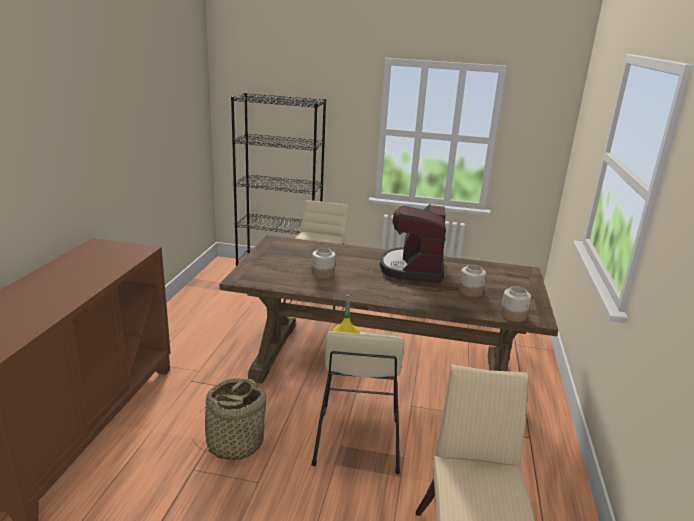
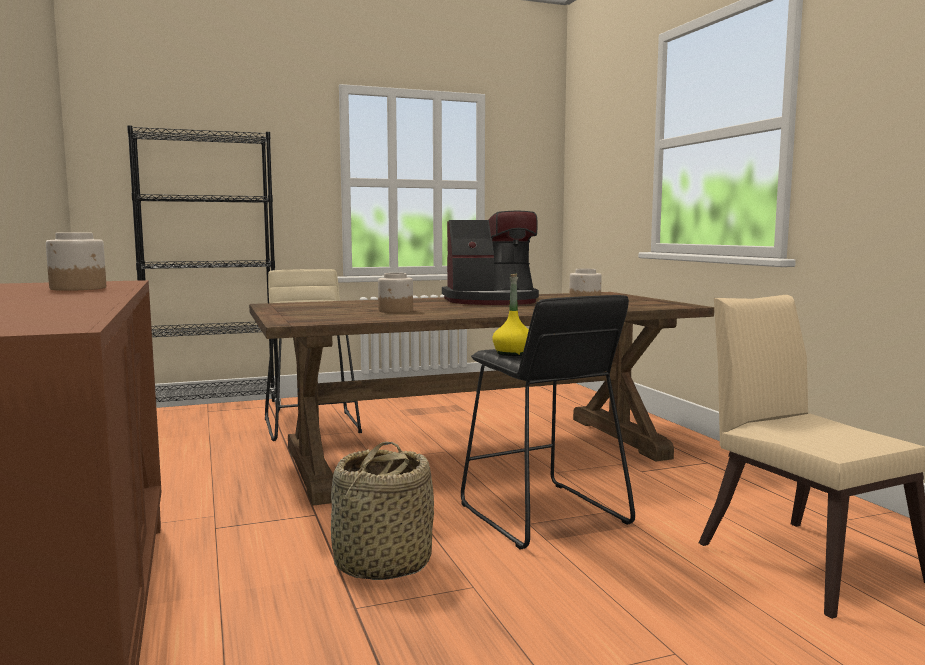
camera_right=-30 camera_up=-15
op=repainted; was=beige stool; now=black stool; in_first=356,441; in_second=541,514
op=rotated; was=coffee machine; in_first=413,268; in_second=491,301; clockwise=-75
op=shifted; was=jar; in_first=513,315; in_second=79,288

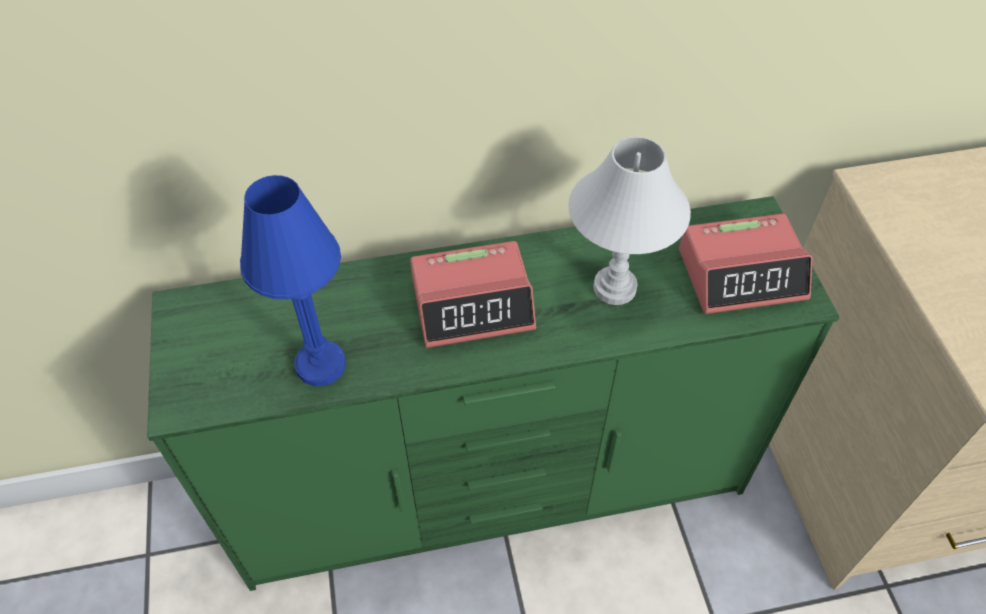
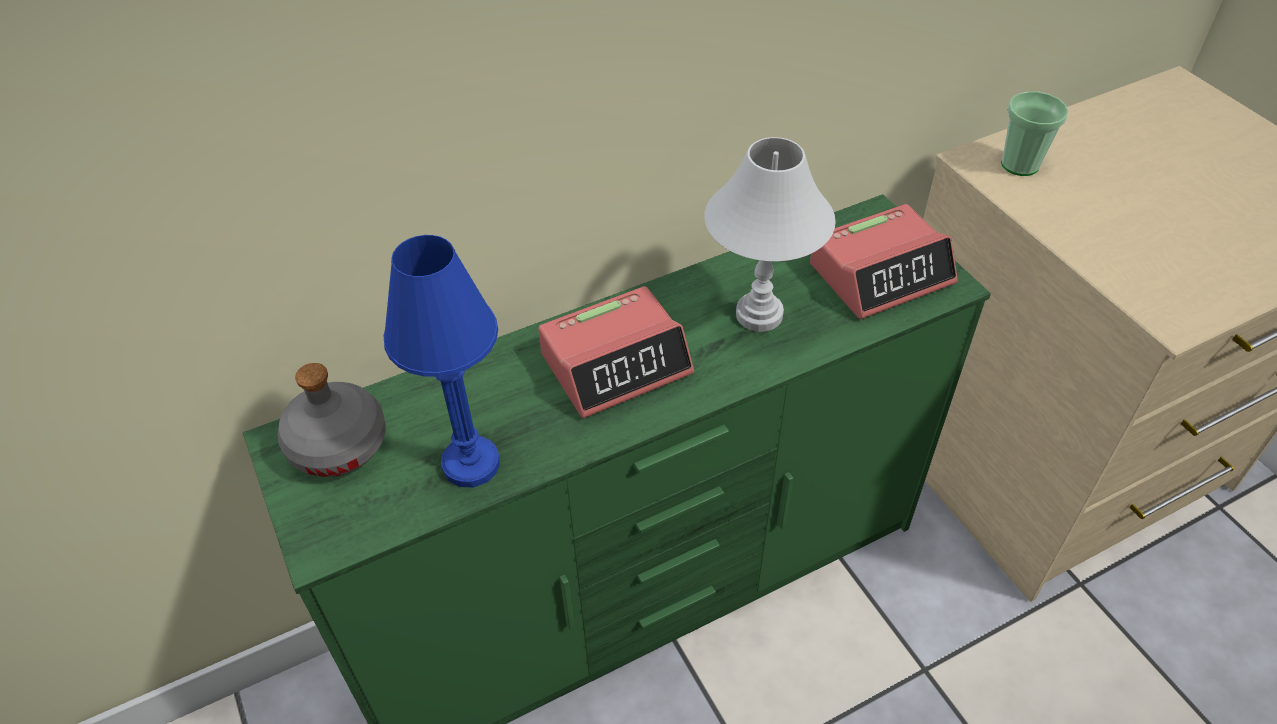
camera_right=-15 camera_up=-5
op=new; now=grey bottle; in_second=338,444
op=new; now=cup; in_second=1019,164

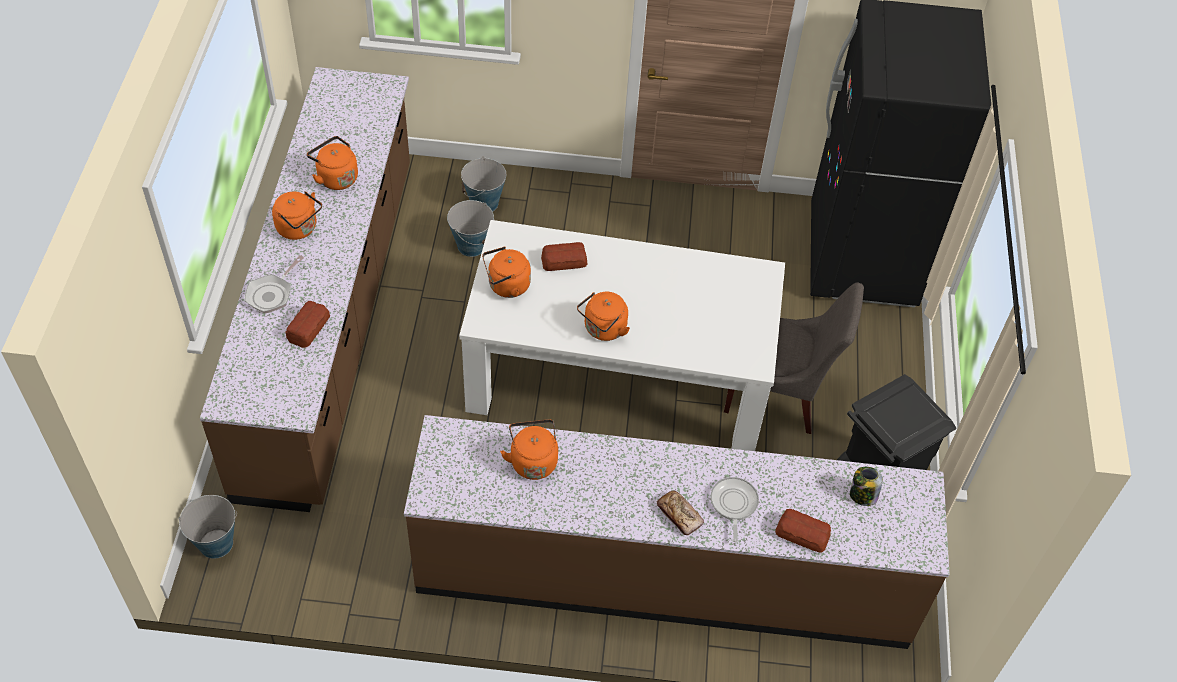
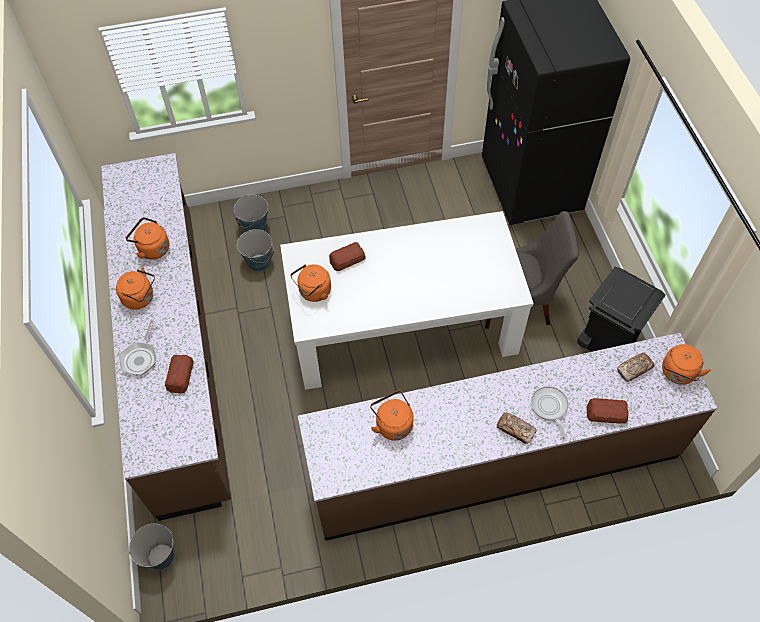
camera_right=-15 camera_up=5
op=shifted; was=orange kettle; in_first=603,329; in_second=677,374
op=swapped; was=jar; now=bread; in_first=862,495; in_second=634,369

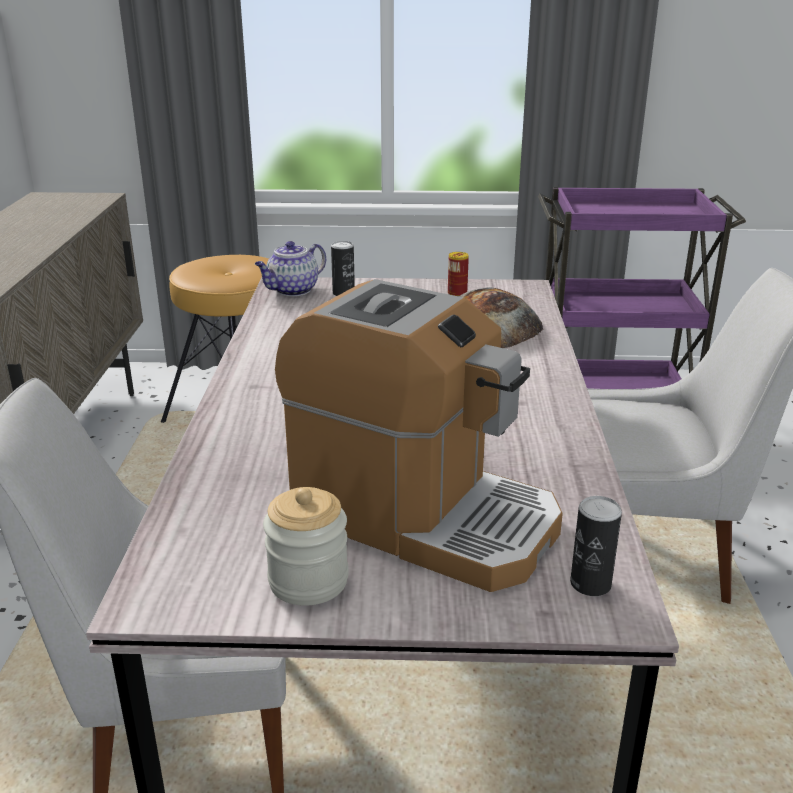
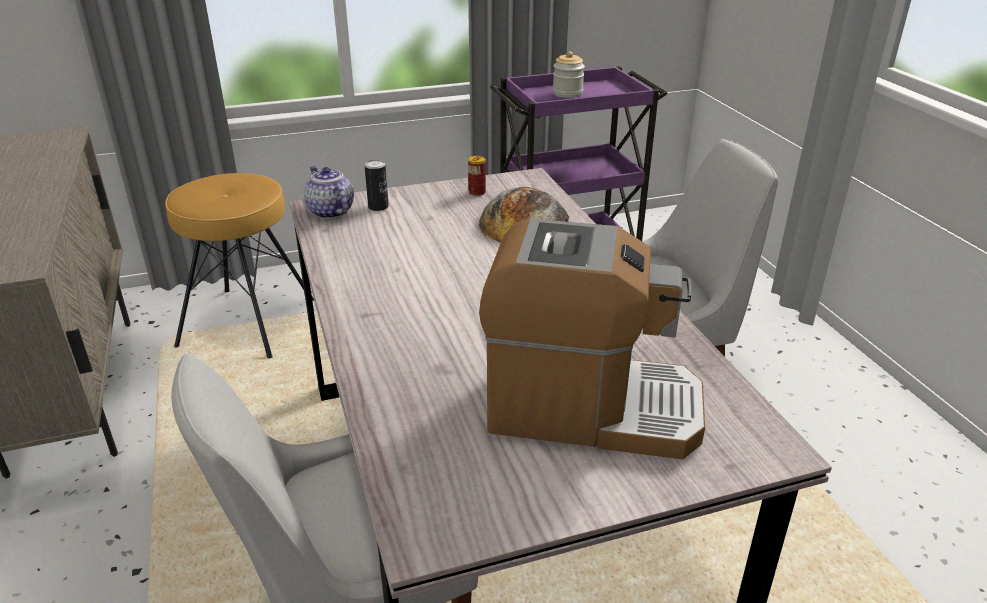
camera_right=-20 camera_up=5
op=rotated; was=teapot; in_first=292,291; in_second=330,211; clockwise=120
op=shifted; was=jar; in_first=308,581; in_second=567,93
op=gone; was=can; in_first=590,584

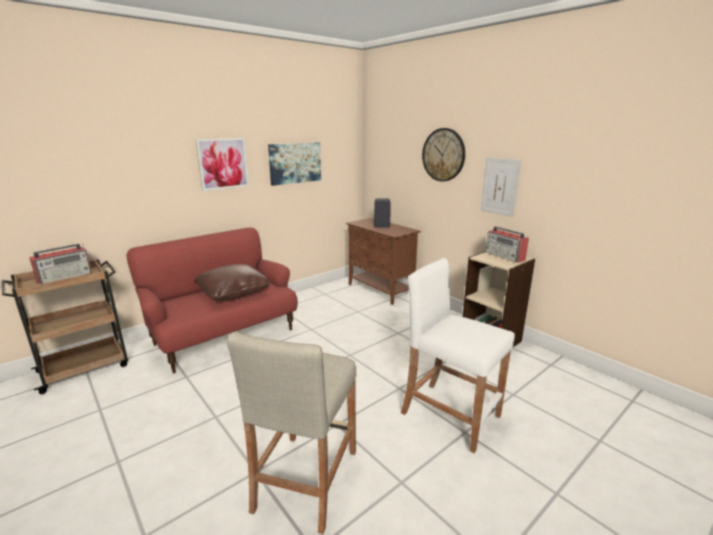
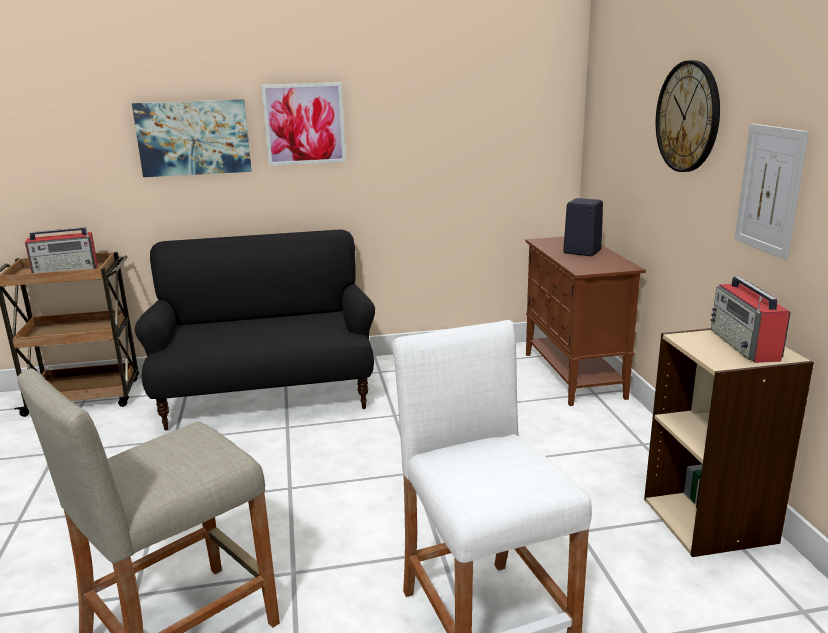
camera_right=30 camera_up=0
op=repainted; was=red sofa; now=black sofa; in_first=223,336; in_second=267,395
op=gone; was=brown pillow; in_first=233,293
op=shifted; was=picture; in_first=295,163; in_second=194,138

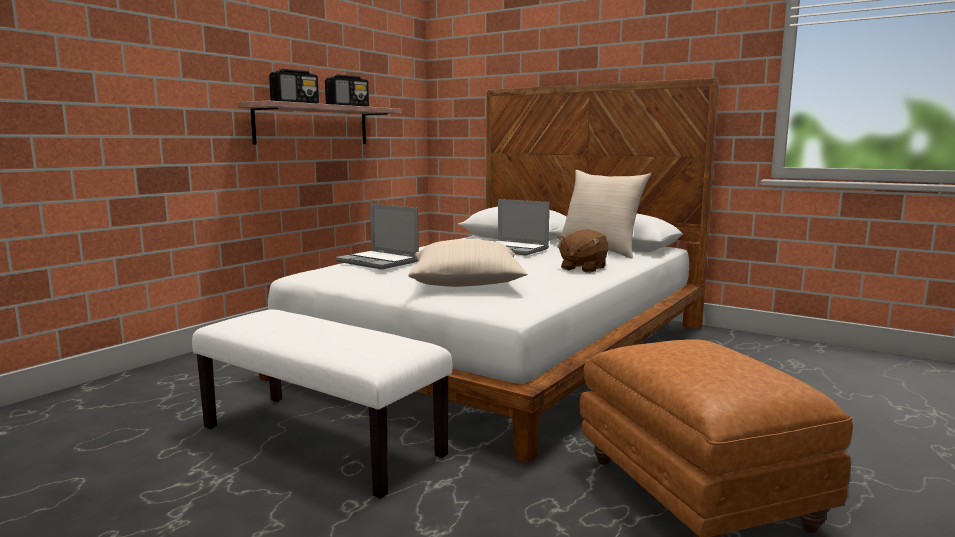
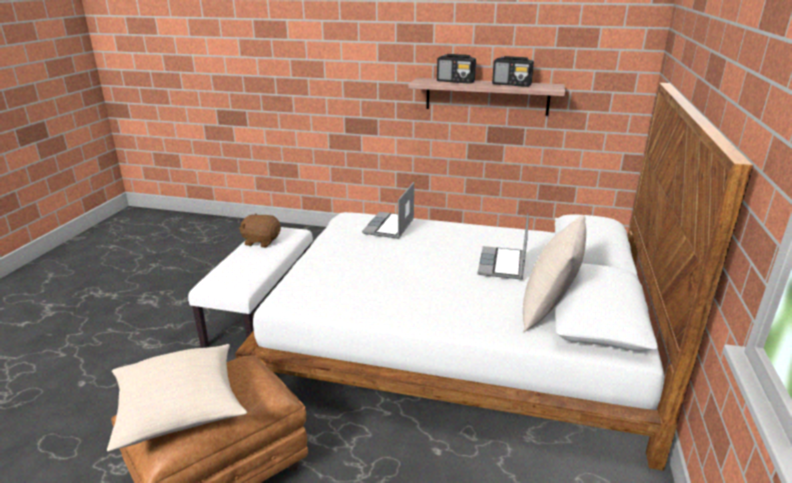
camera_right=70 camera_up=15
op=shifted; was=beige pillow; in_first=466,284; in_second=179,408
op=shifted; was=brown plush toy; in_first=582,268; in_second=261,241

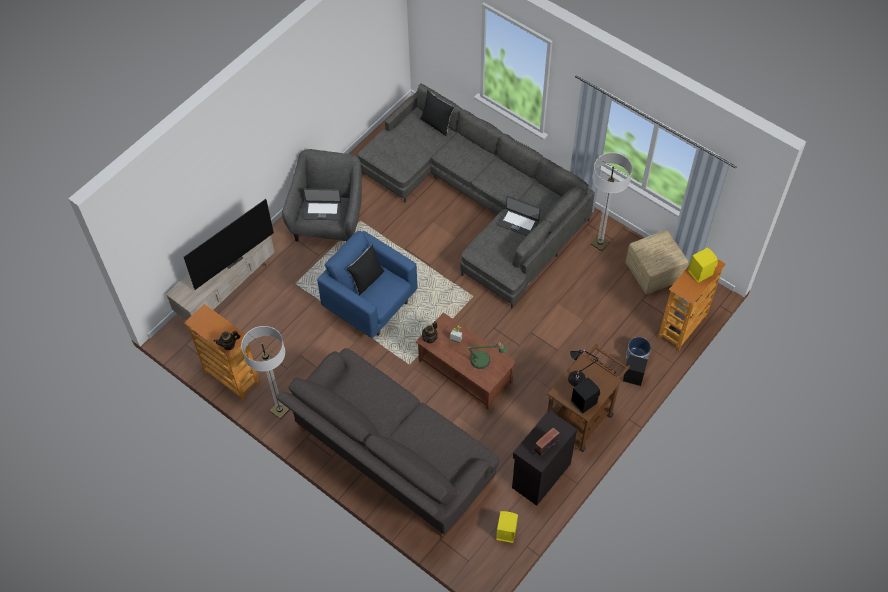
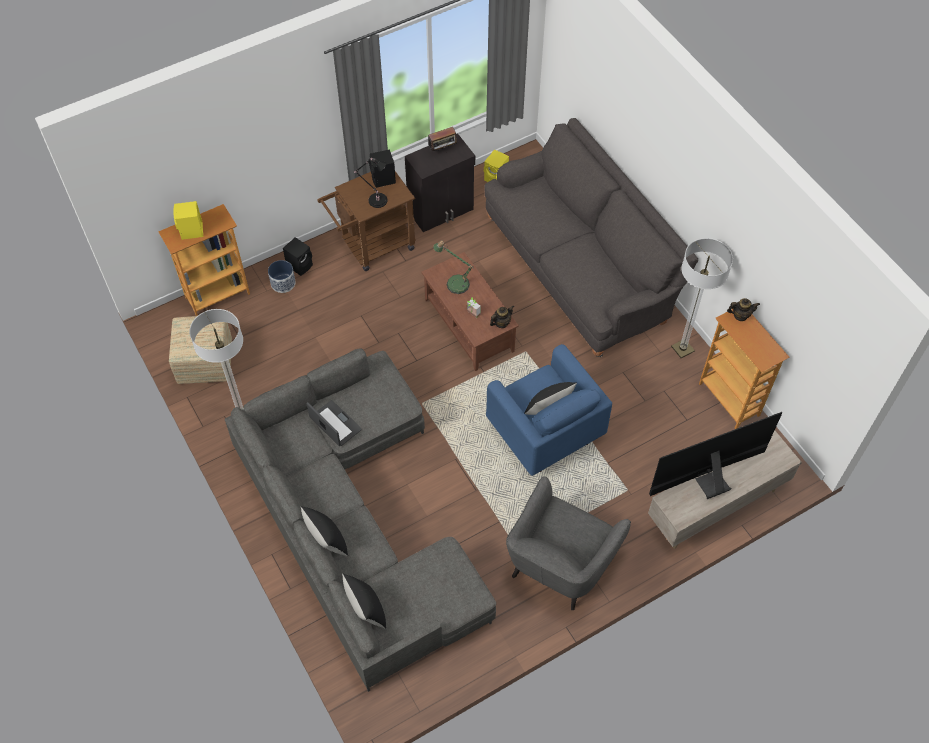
camera_right=-160 camera_up=0
op=gone; was=laptop; in_first=322,210
op=new; now=black pillow; in_second=327,541

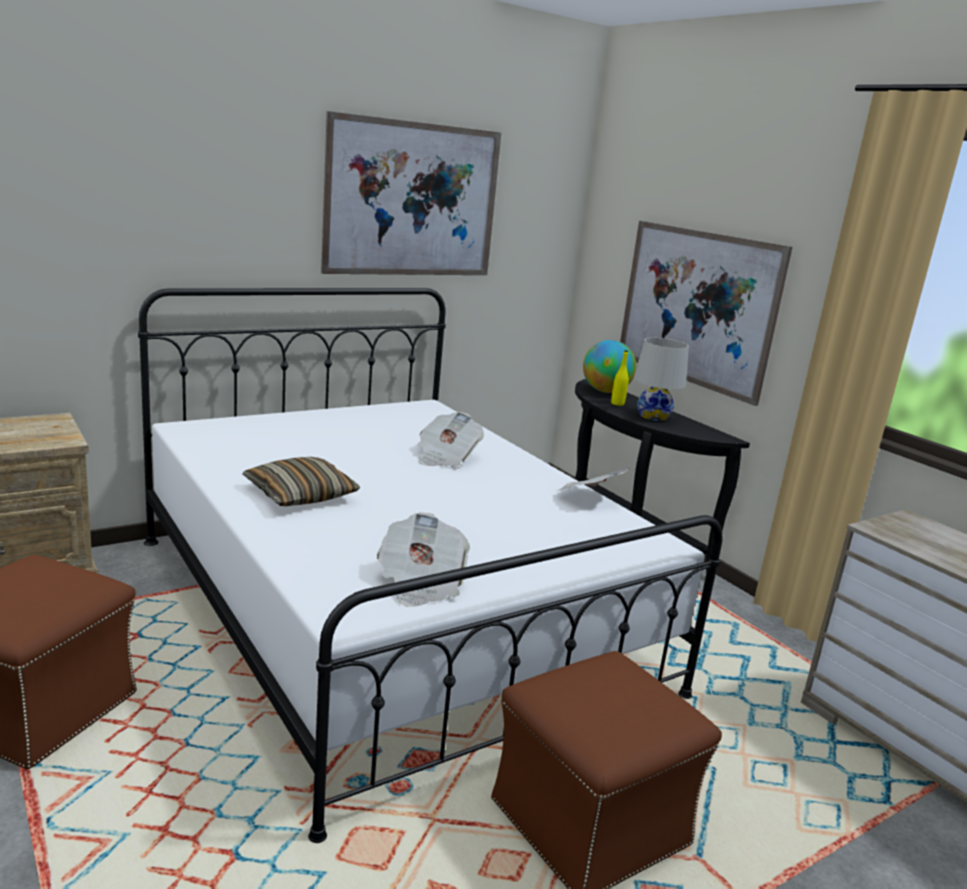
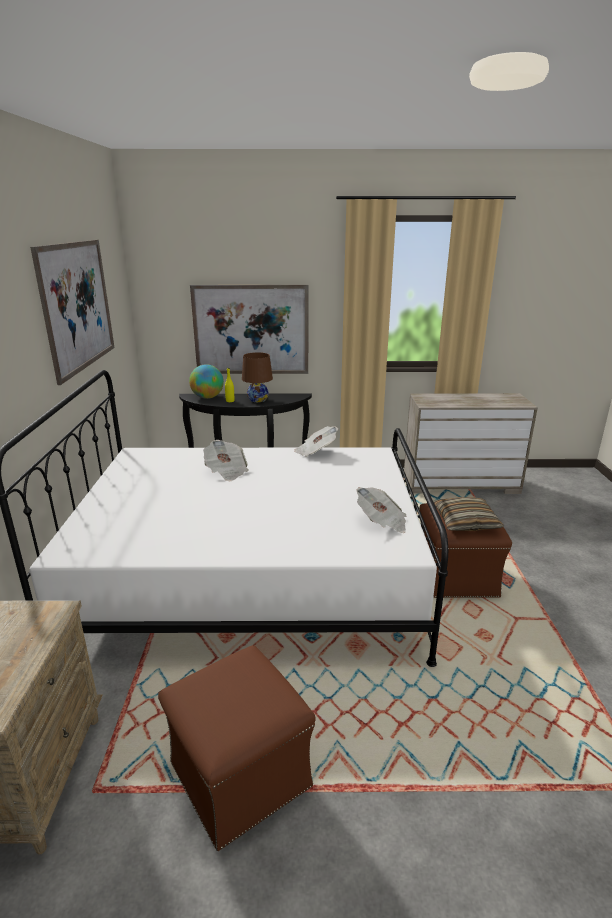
camera_right=-55 camera_up=5
op=shifted; was=pillow; in_first=300,494; in_second=465,522
op=repainted; was=white table lamp; now=brown table lamp; in_first=653,416; in_second=258,399

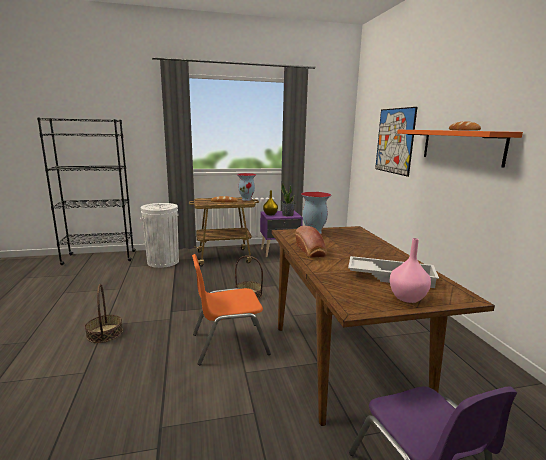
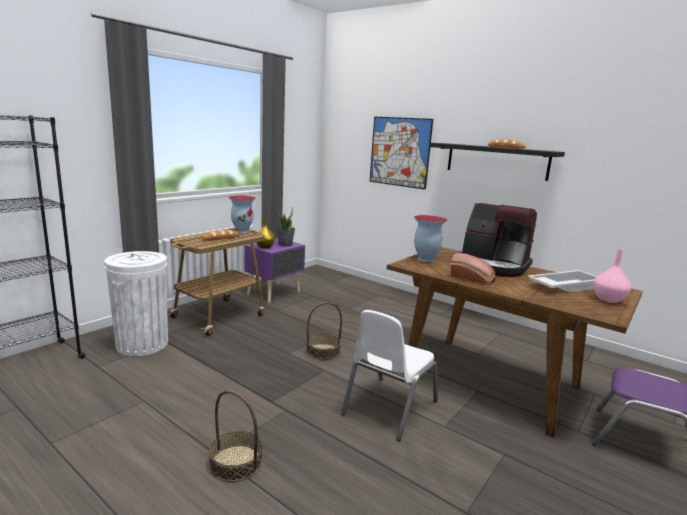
camera_right=-40 camera_up=0
op=repainted; was=orange chair; now=white chair; in_first=229,343; in_second=389,407
op=repainted; was=orange shelf; now=black shelf; in_first=461,146; in_second=496,161
op=new; now=coffee machine; in_second=493,266

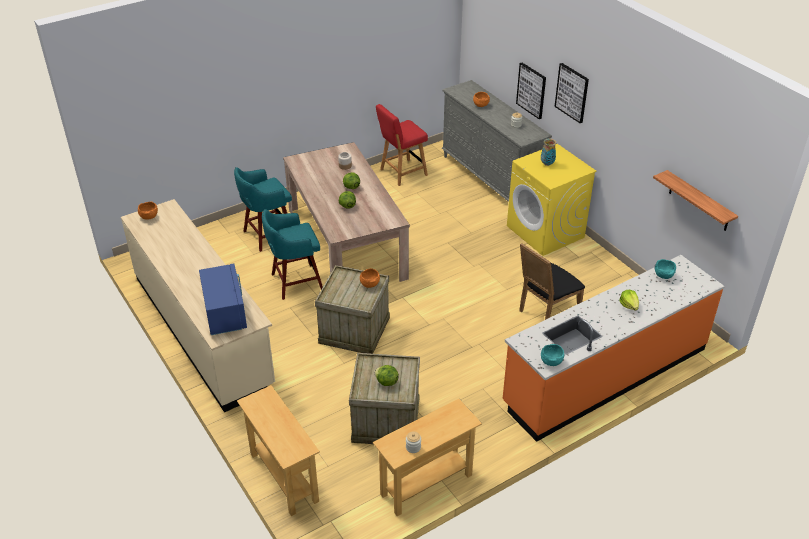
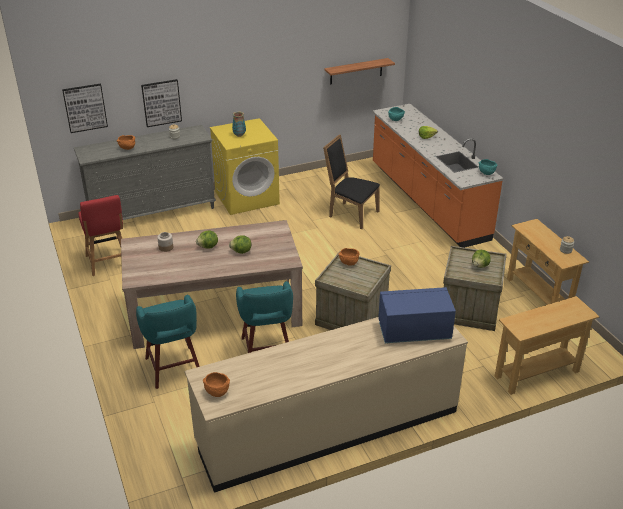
camera_right=-80 camera_up=-5
op=rotated; was=black chair; in_first=545,311; in_second=351,214; clockwise=150
op=shifted; was=picture; in_first=572,92; in_second=85,107

